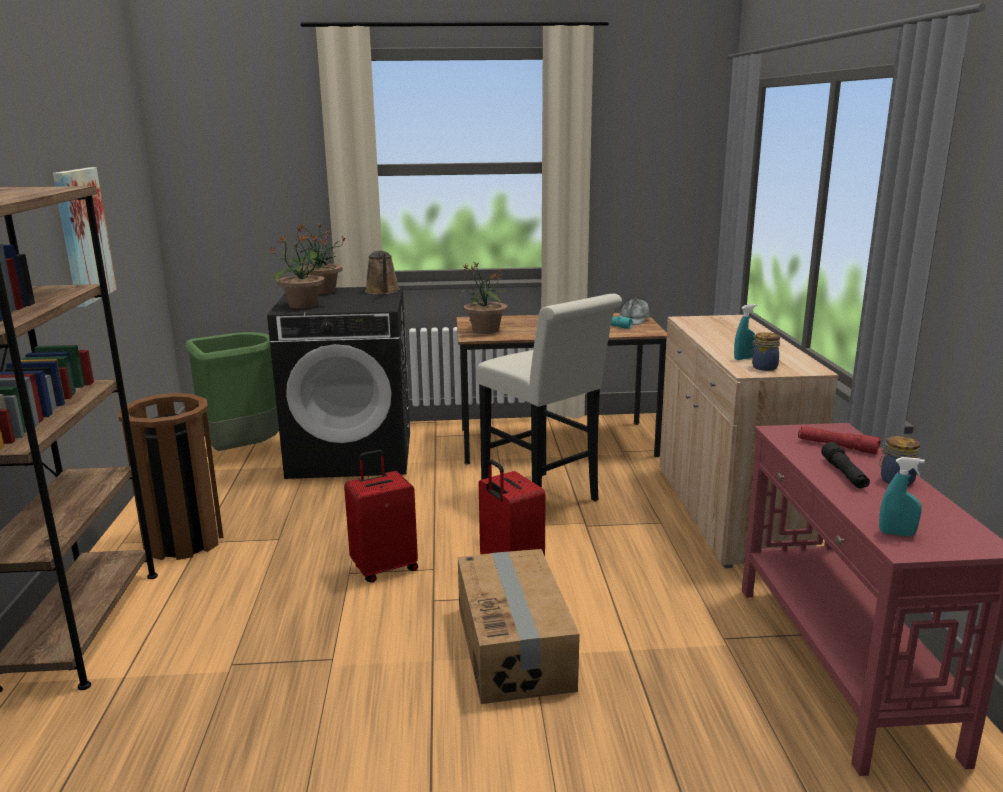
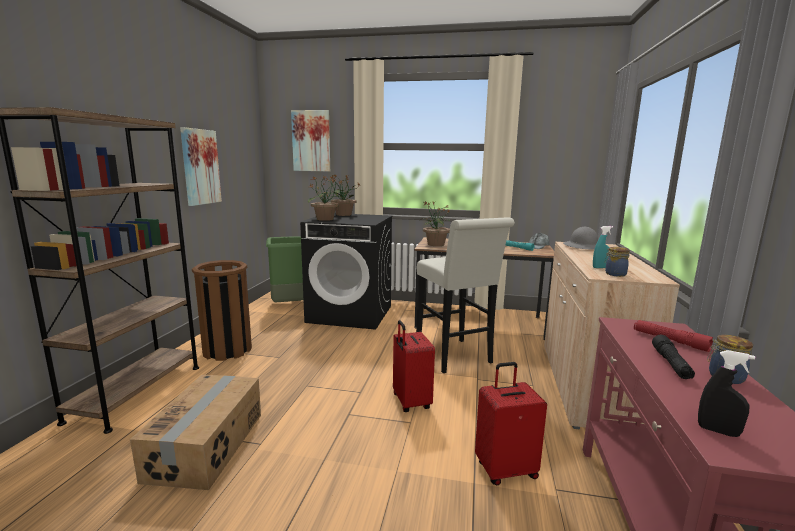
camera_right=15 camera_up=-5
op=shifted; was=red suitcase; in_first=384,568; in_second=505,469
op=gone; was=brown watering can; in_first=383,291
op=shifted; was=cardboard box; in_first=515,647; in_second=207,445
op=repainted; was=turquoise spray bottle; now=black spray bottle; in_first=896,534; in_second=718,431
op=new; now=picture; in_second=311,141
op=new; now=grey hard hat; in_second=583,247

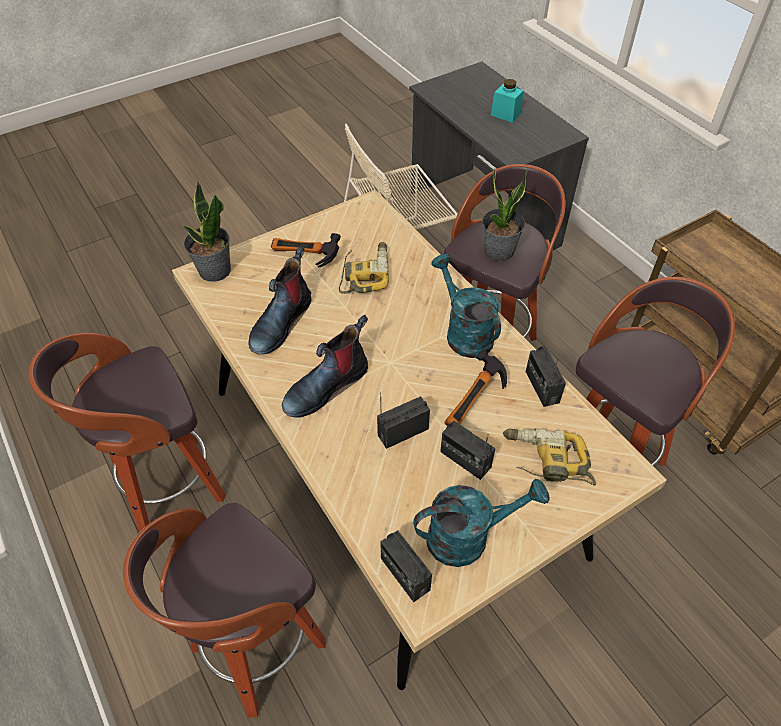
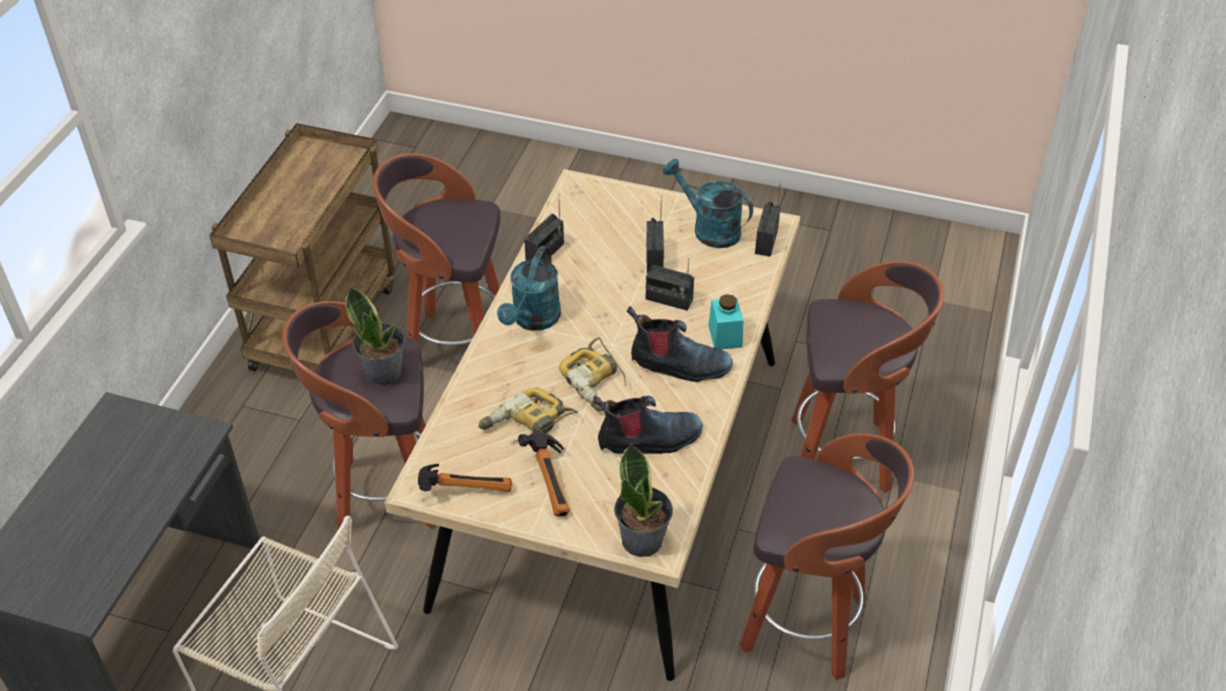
camera_right=-130 camera_up=-5
op=shifted; was=hammer; in_first=476,403; in_second=465,487
op=shifted; was=turquoise jar; in_first=505,114; in_second=725,336
op=shifted; was=power drill; in_first=546,461; in_second=596,381

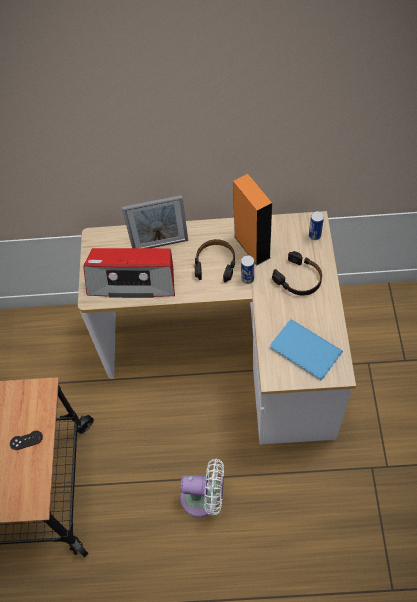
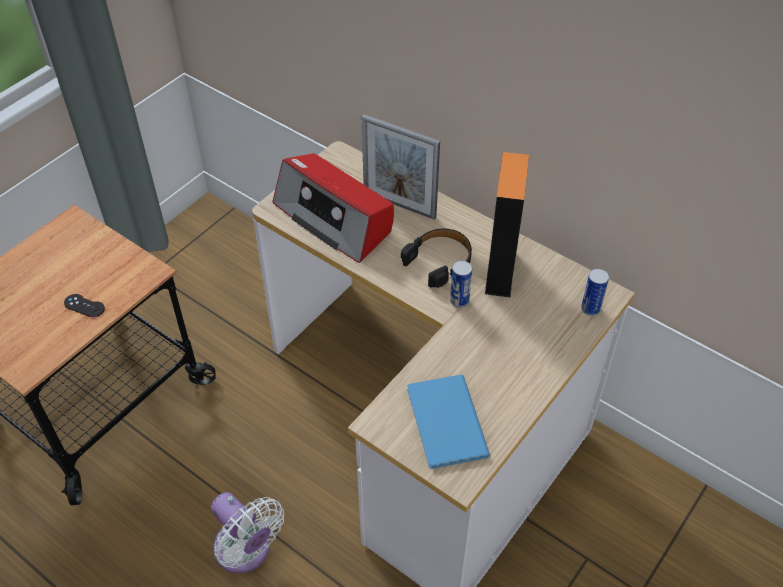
camera_right=35 camera_up=-10
op=gone; was=black headphones; in_first=299,279

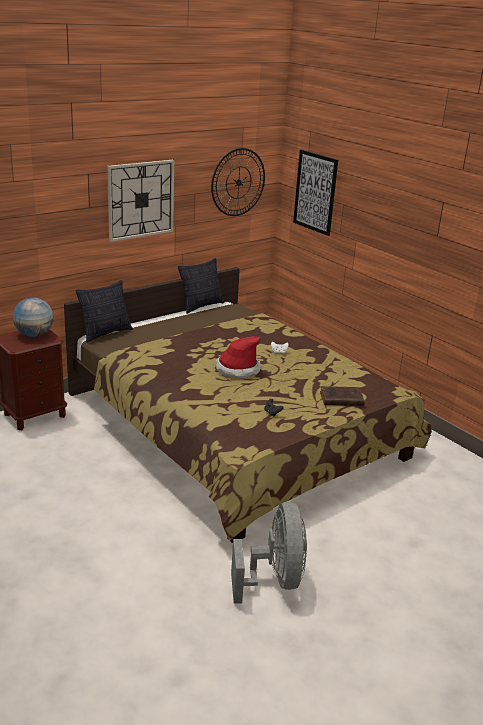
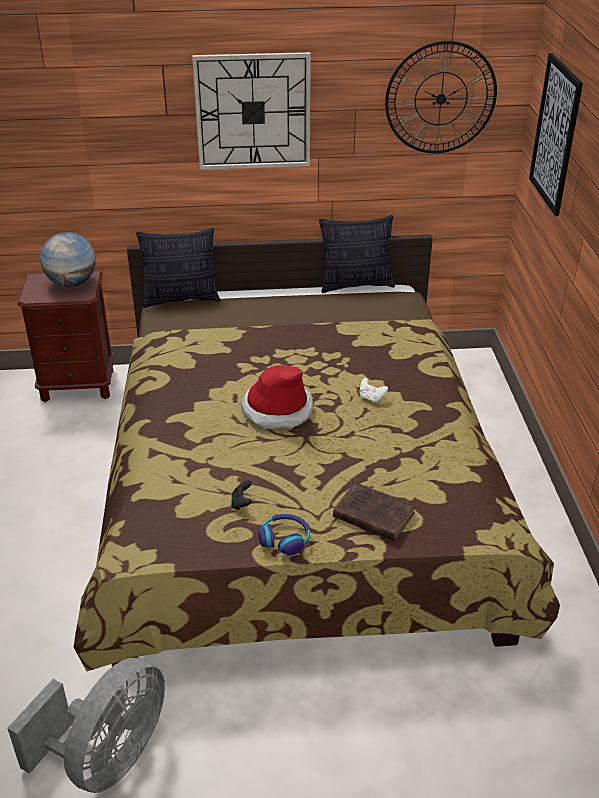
camera_right=35 camera_up=10
op=new; now=headphones; in_second=285,539

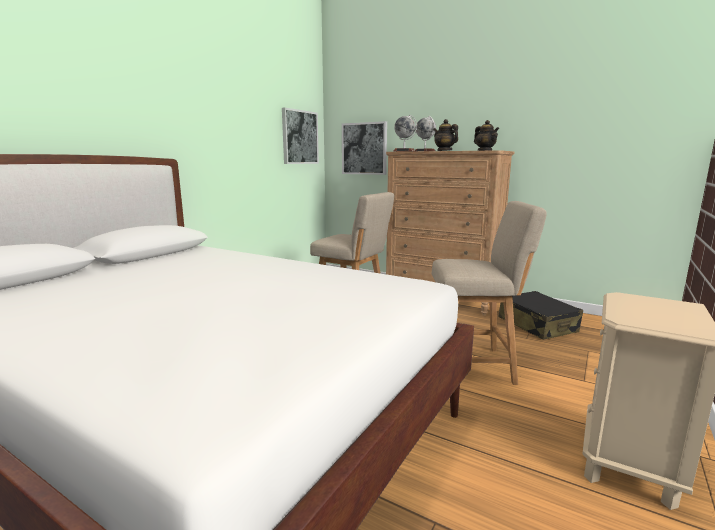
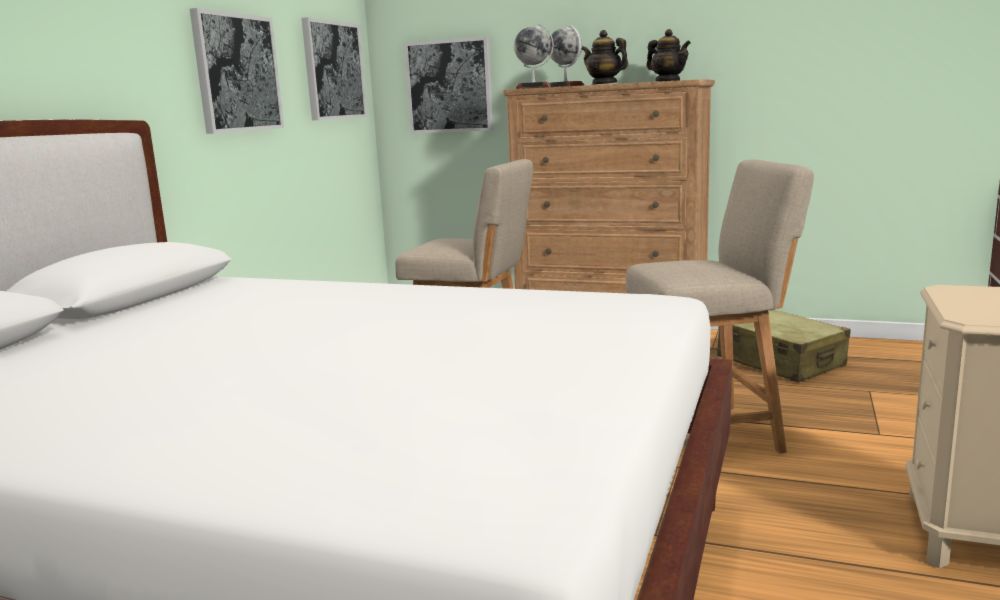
camera_right=-10 camera_up=0
op=repainted; was=black suitcase; now=beige suitcase; in_first=537,325; in_second=780,362
op=new; now=picture; in_second=237,73

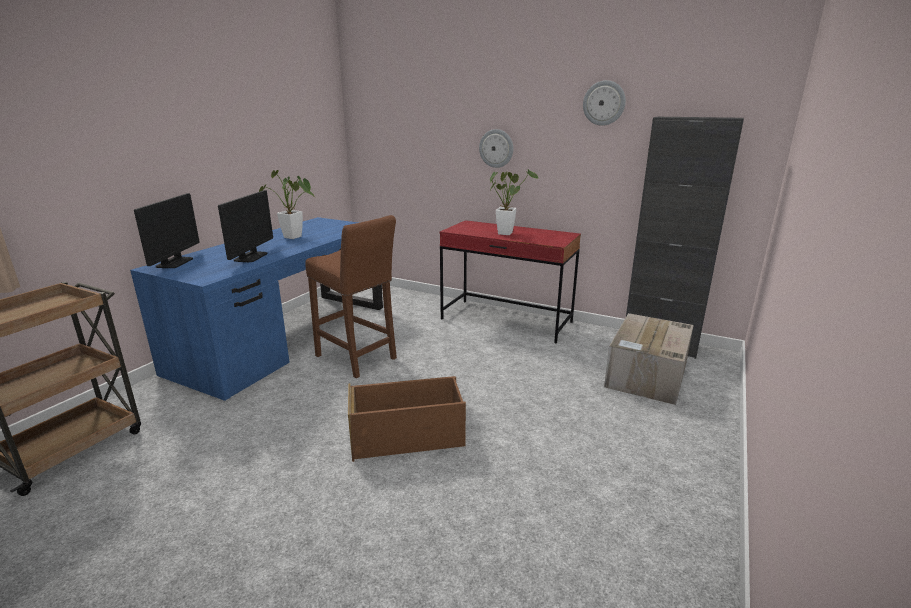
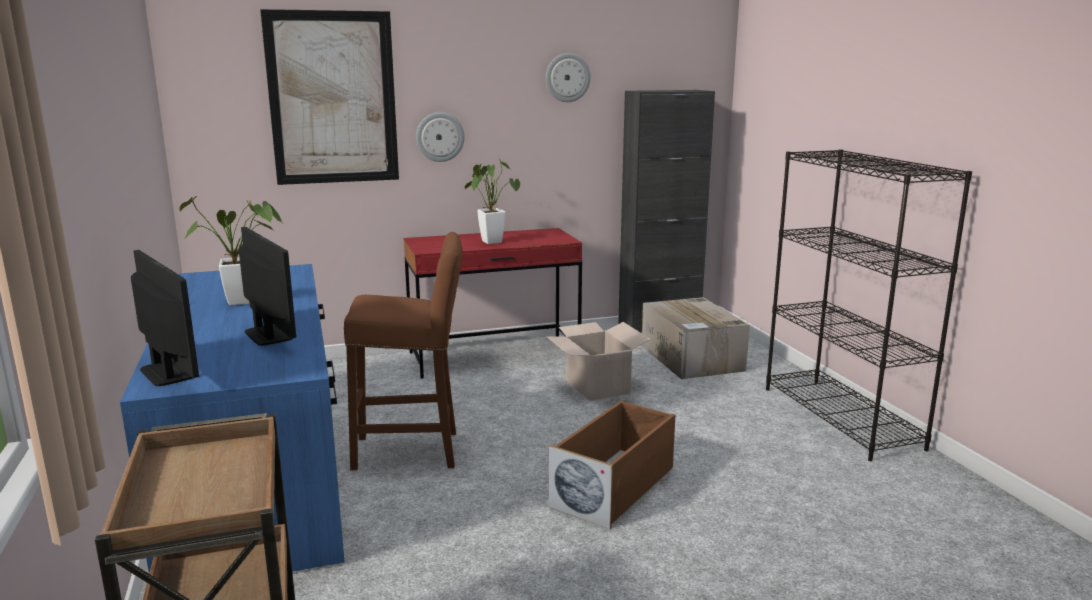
camera_right=-45 camera_up=-5
op=new; now=picture; in_second=333,98
op=new; now=cardboard box; in_second=597,386
op=new; now=black bookcase; in_second=841,418

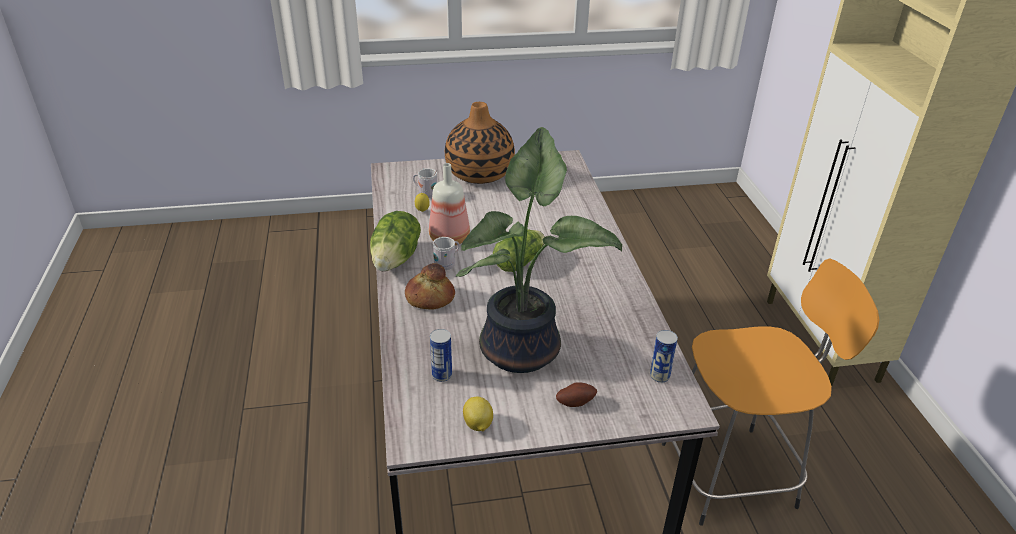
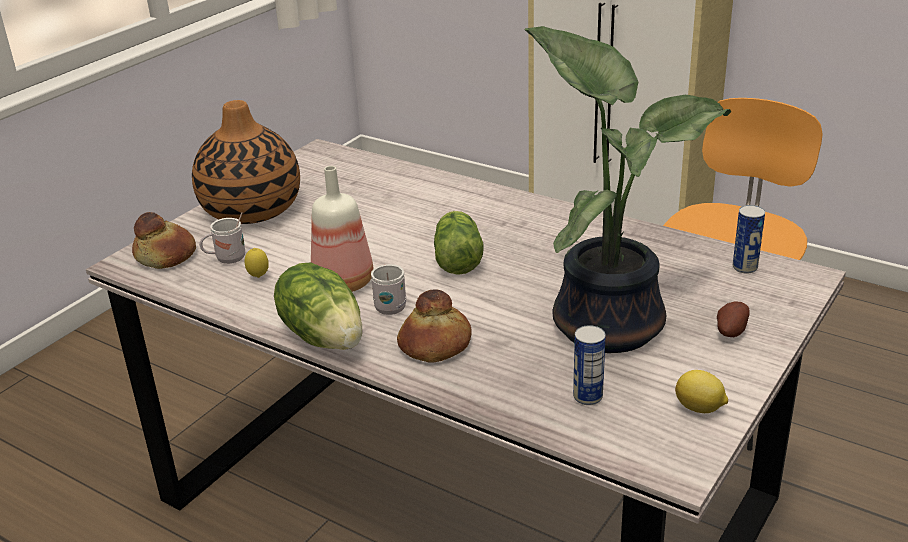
camera_right=-45 camera_up=-5
op=new; now=bread; in_second=166,255

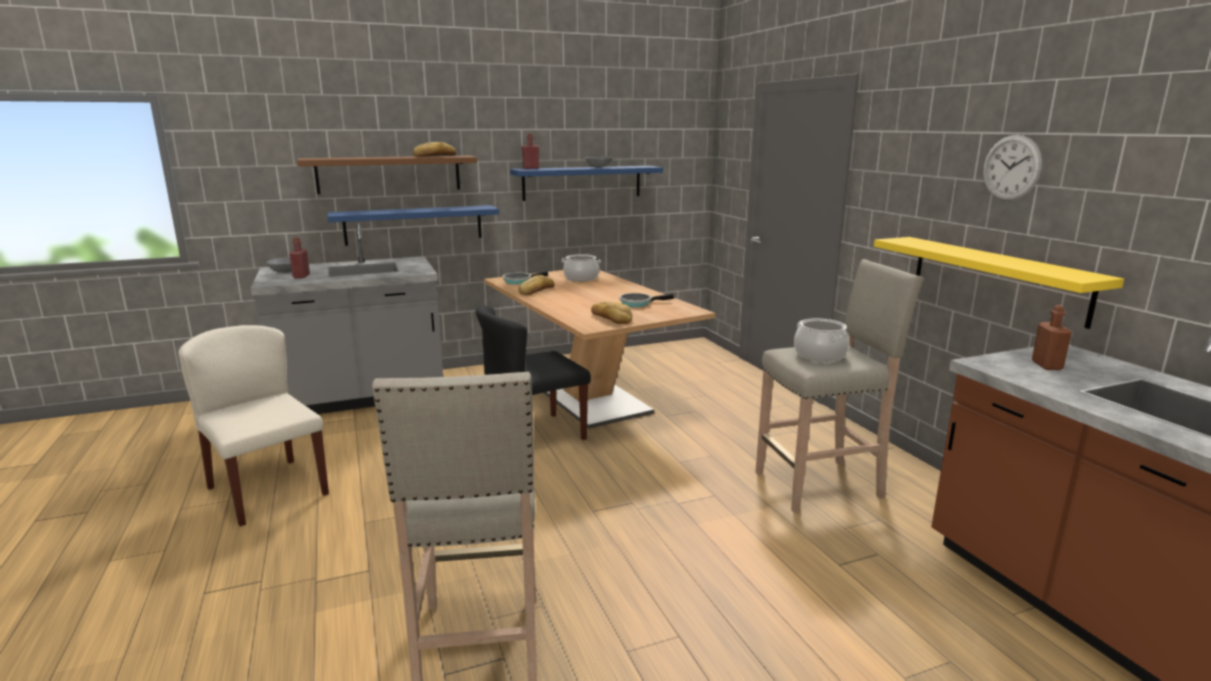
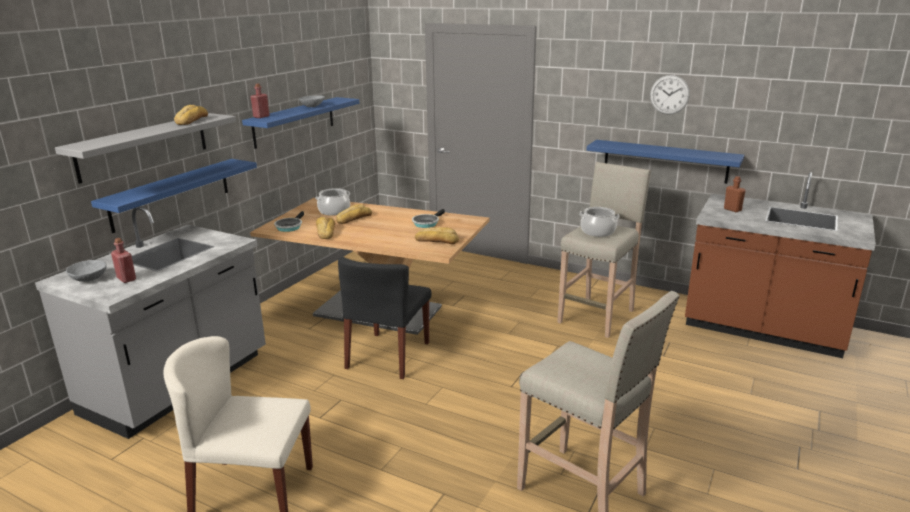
camera_right=-40 camera_up=5
op=repainted; was=brown shelf; now=grey shelf; in_first=389,174; in_second=144,146
op=repainted; was=yellow shelf; now=blue shelf; in_first=996,278; in_second=665,161
op=new; now=bread; in_second=353,218

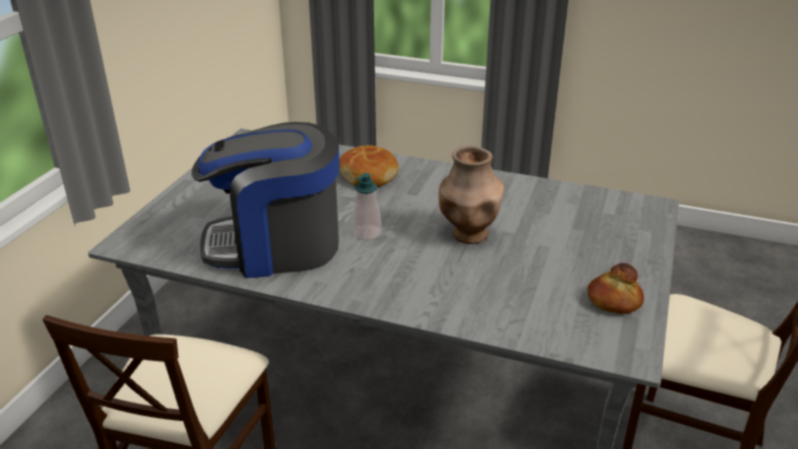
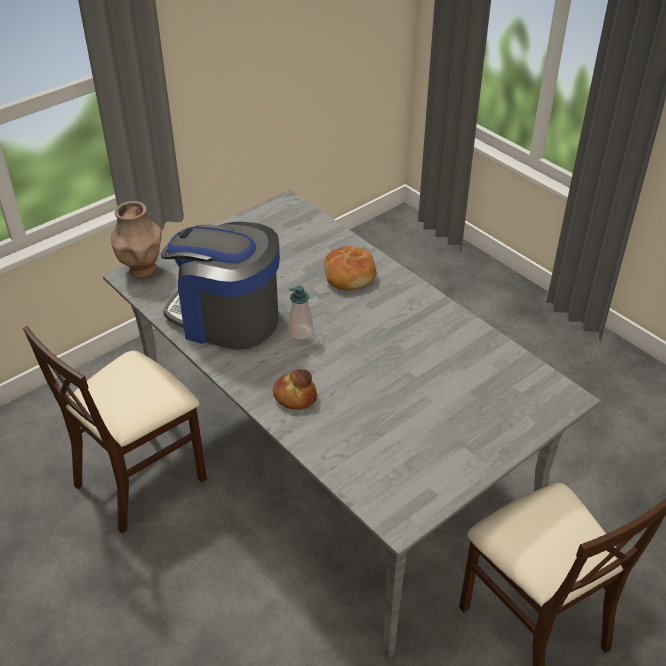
camera_right=30 camera_up=10
op=shifted; was=brown vase; in_first=469,235; in_second=142,270
op=shifted; was=bread; in_first=613,301; in_second=295,396

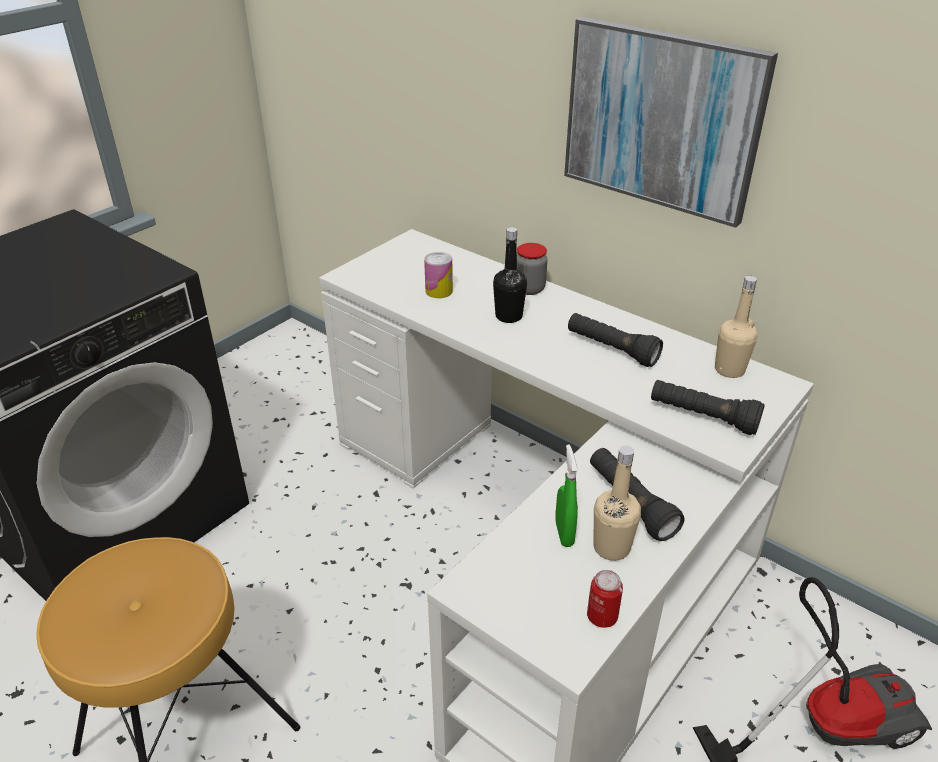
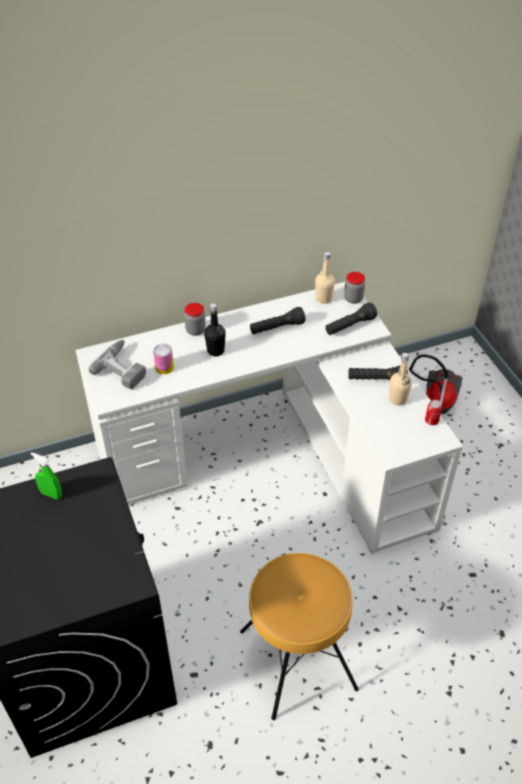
camera_right=-60 camera_up=10
op=shifted; was=green spray bottle; in_first=564,533; in_second=51,494
op=gone; was=picture; in_first=662,119
op=new; now=power drill; in_second=124,368
op=new; now=jar; in_second=353,299

